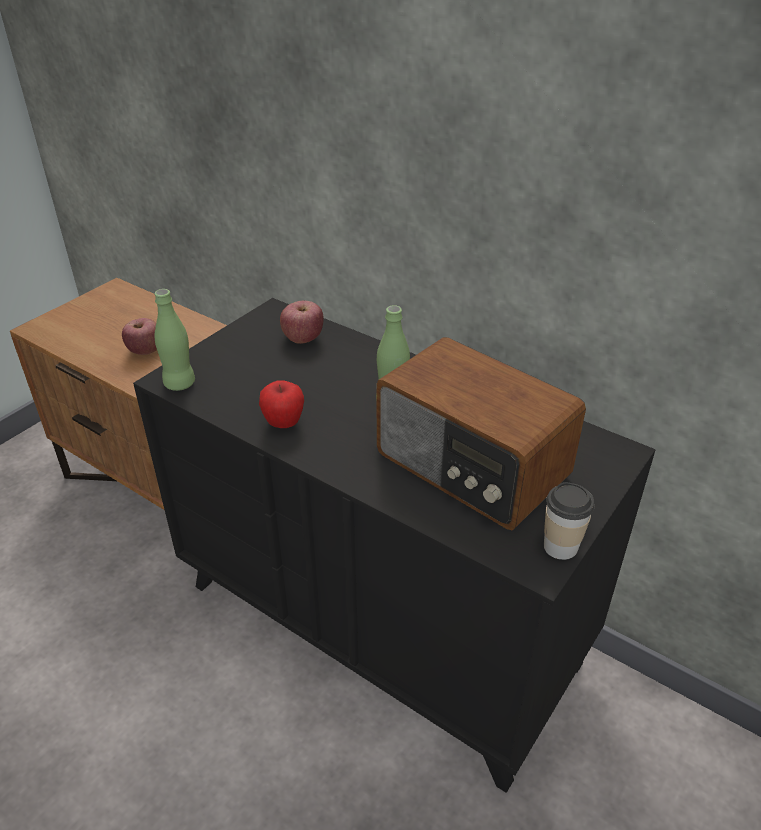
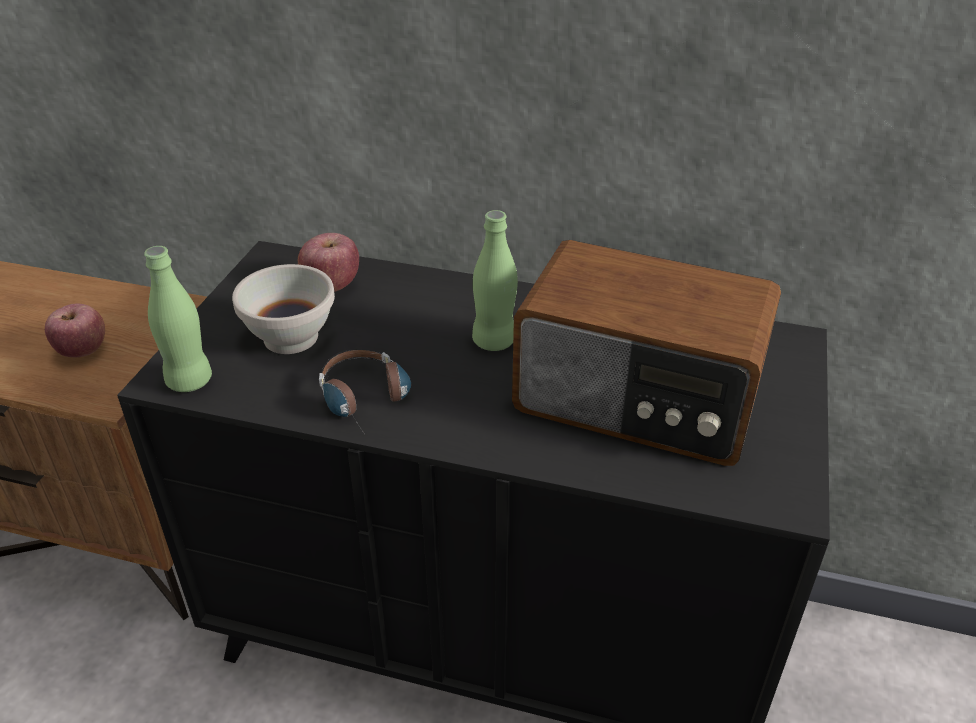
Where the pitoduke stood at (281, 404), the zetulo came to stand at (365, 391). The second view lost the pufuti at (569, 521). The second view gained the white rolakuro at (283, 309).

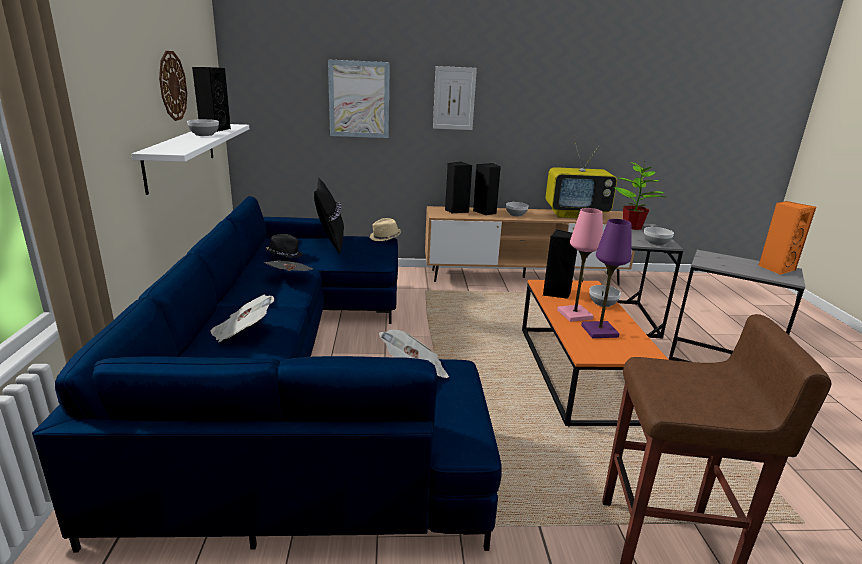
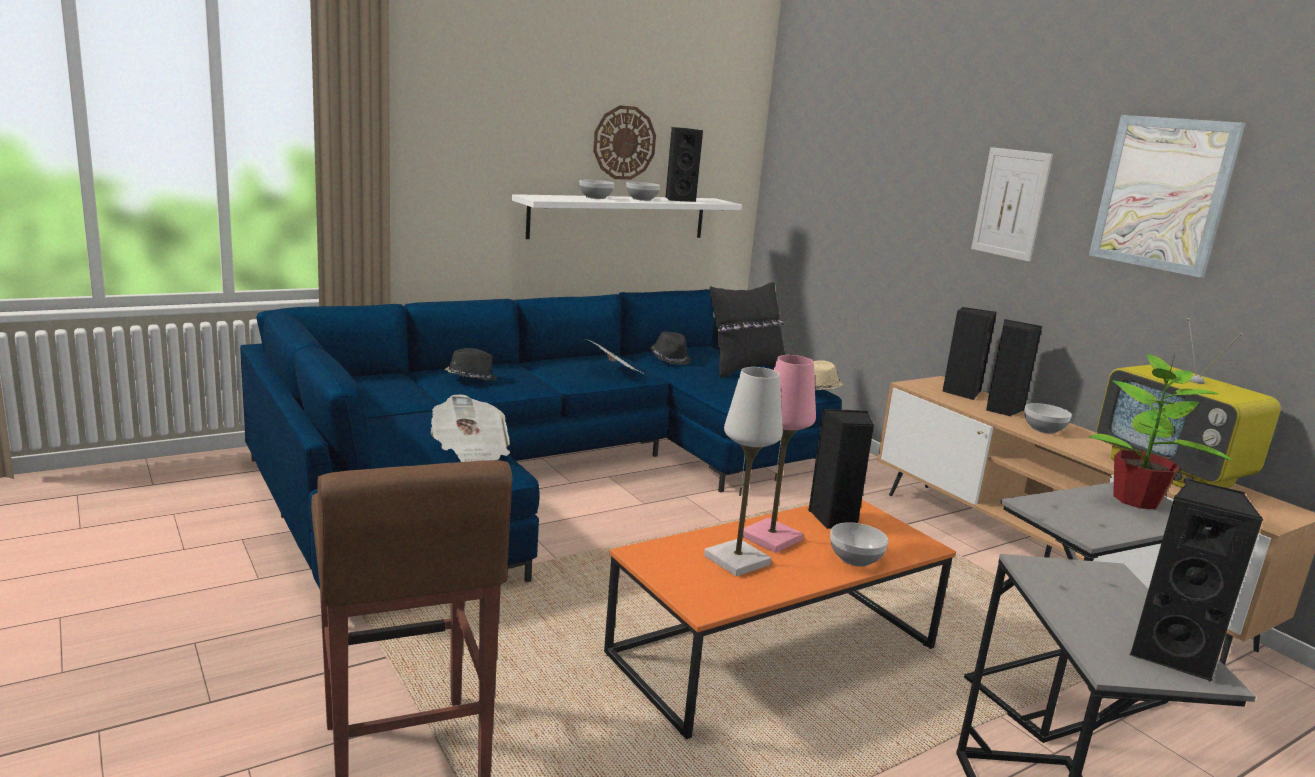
Where the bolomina stood at (242, 318), the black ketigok came to stand at (470, 364). The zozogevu ended up elsewhere, having gone from (359, 98) to (1167, 196). What was the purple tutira at (606, 278) turned into the white tutira at (743, 471). The rolakuro ended up elsewhere, having gone from (659, 236) to (597, 189). What was the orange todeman at (787, 238) turned into the black todeman at (1196, 581).

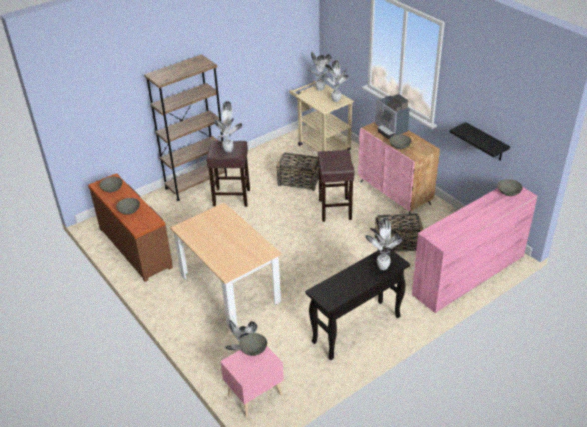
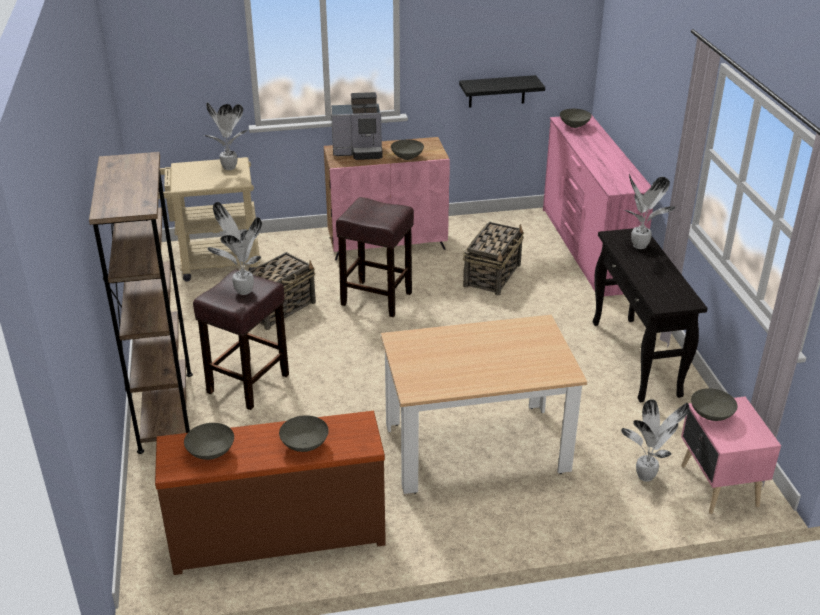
The second view lost the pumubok at (319, 71).

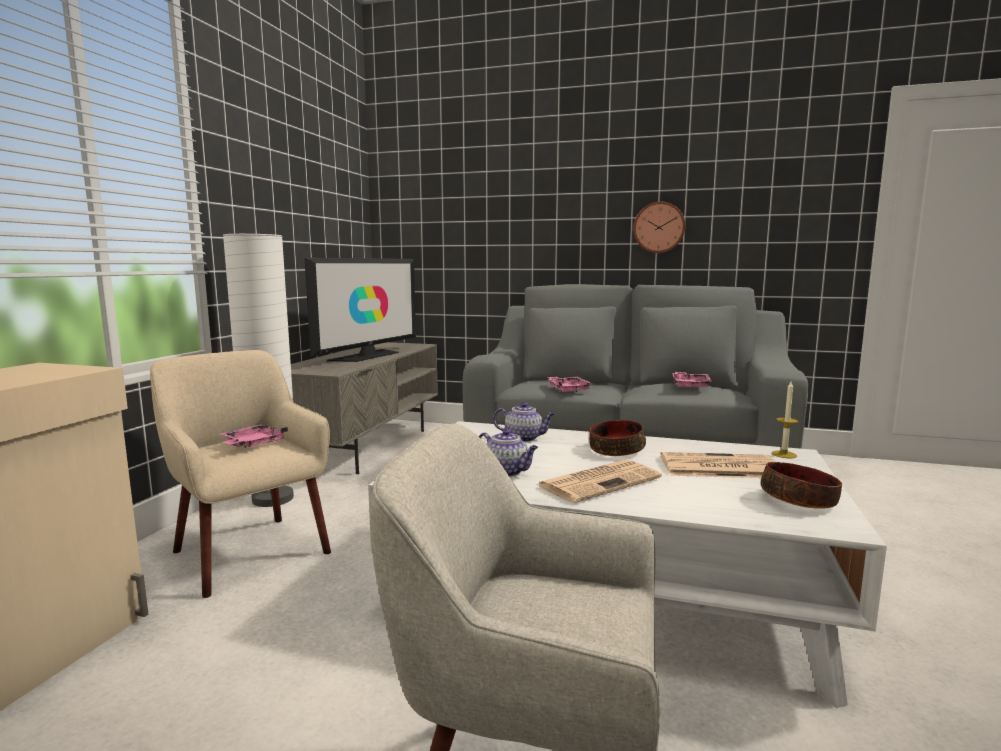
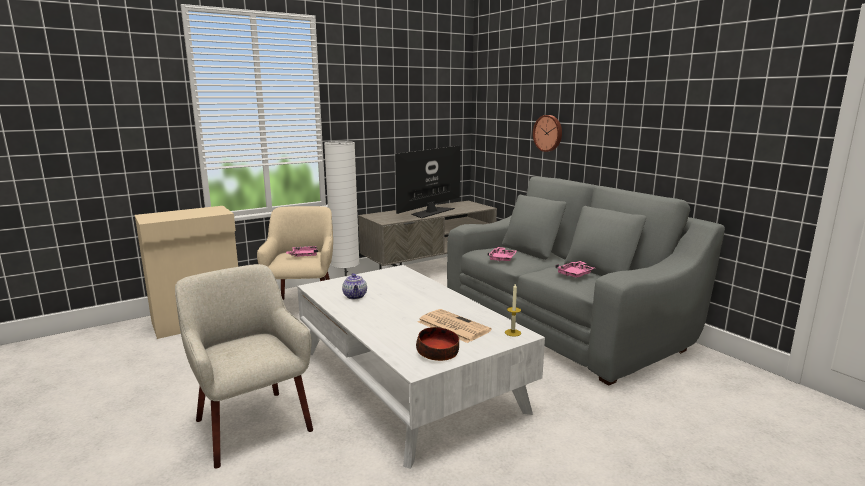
The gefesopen at (360, 310) ended up facing another way, 150 degrees clockwise from before. The second view lost the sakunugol at (524, 422). The second view lost the bolomina at (600, 481). The second view lost the rolakuro at (617, 438). The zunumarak ended up elsewhere, having gone from (659, 227) to (547, 133).

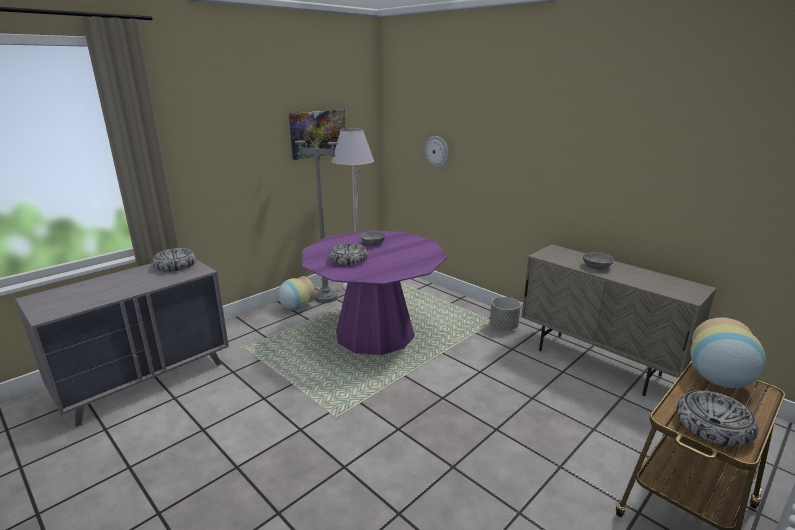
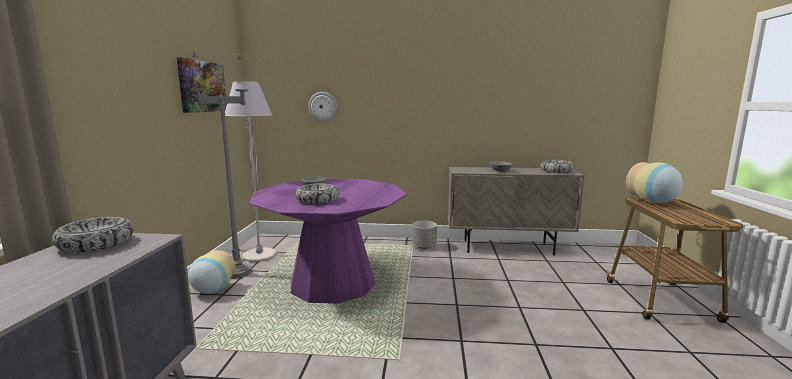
The rolakuro ended up elsewhere, having gone from (717, 418) to (557, 166).

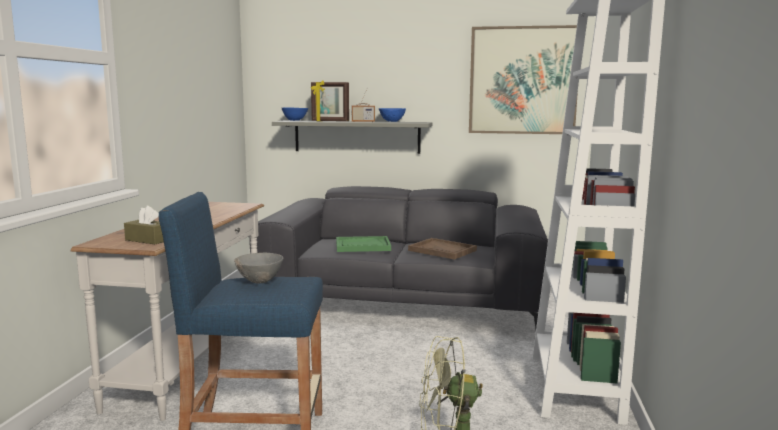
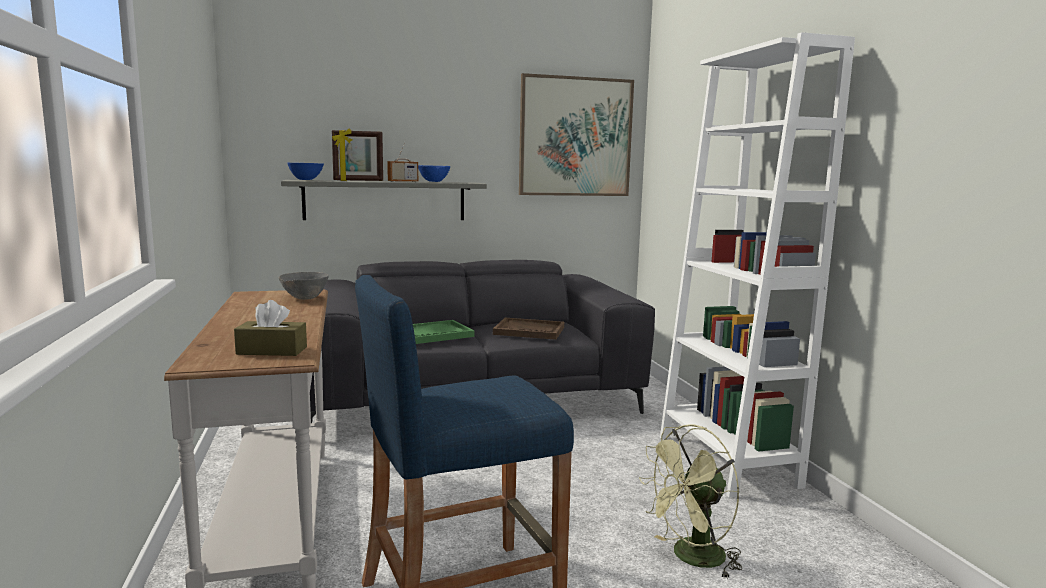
The grey rolakuro ended up elsewhere, having gone from (258, 268) to (303, 286).

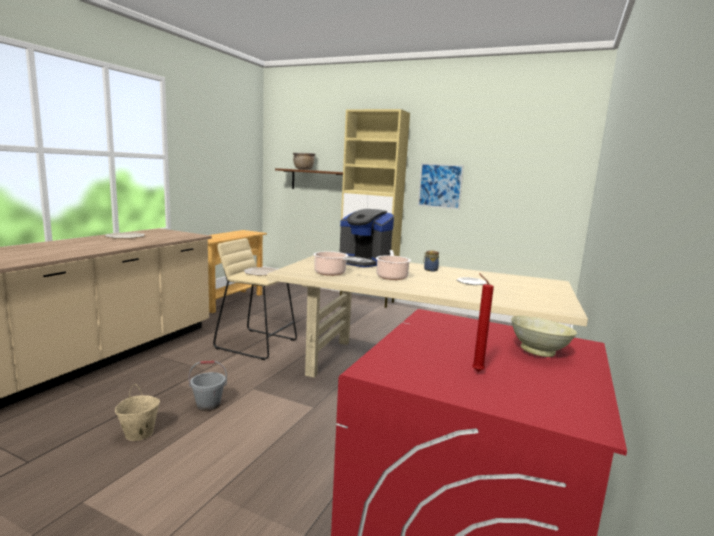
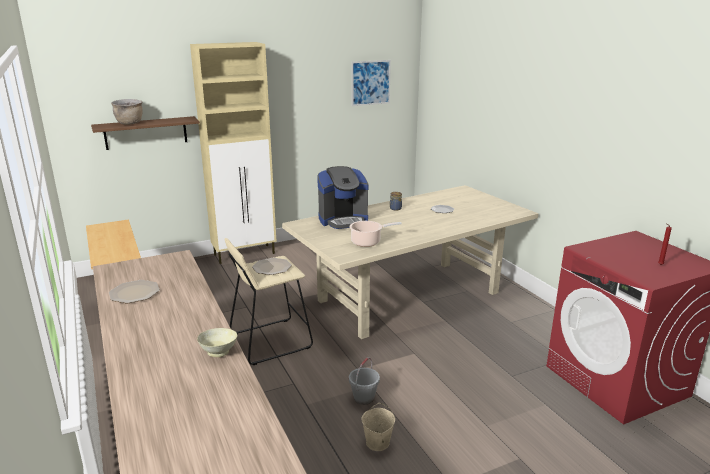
The second view lost the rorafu at (393, 265). The zozogevu ended up elsewhere, having gone from (441, 186) to (371, 83). The beige rolakuro ended up elsewhere, having gone from (544, 336) to (217, 342).

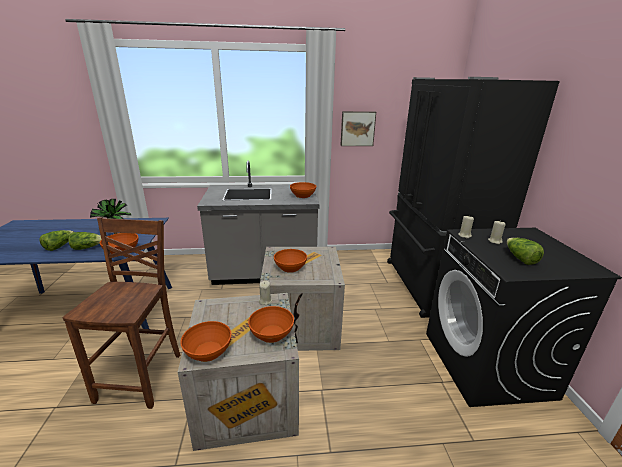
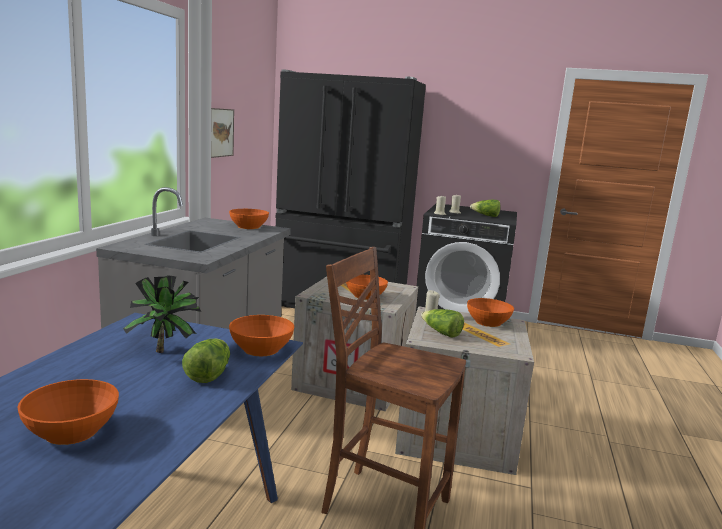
The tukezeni ended up elsewhere, having gone from (56, 240) to (442, 323). The orange rolakuro ended up elsewhere, having gone from (205, 341) to (68, 412).

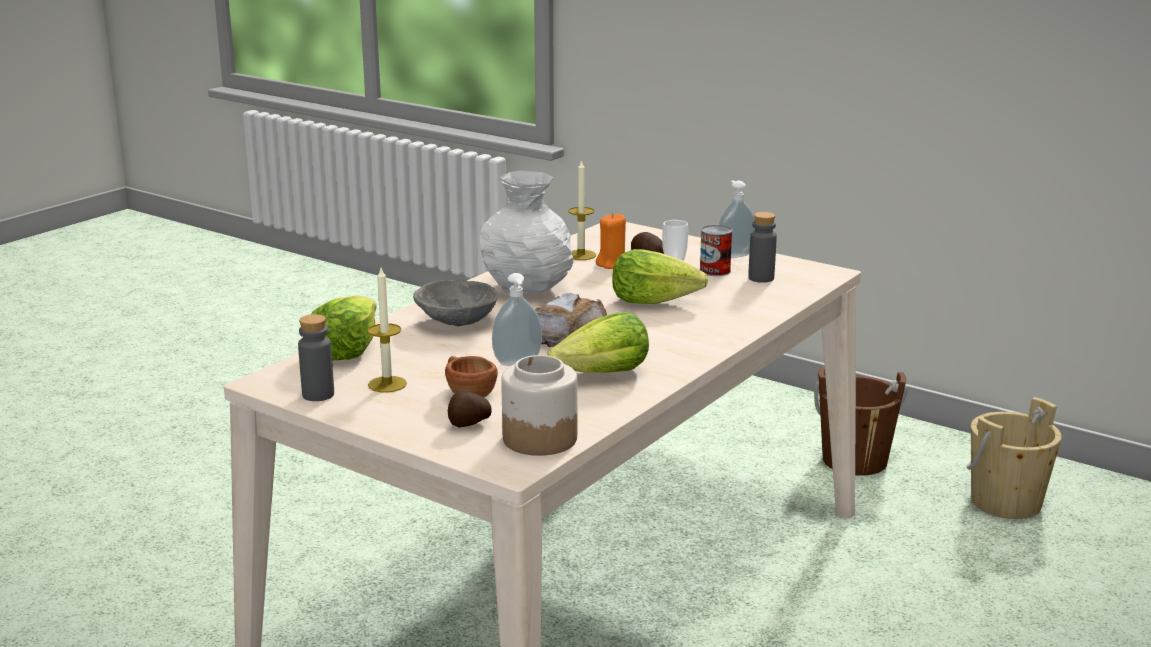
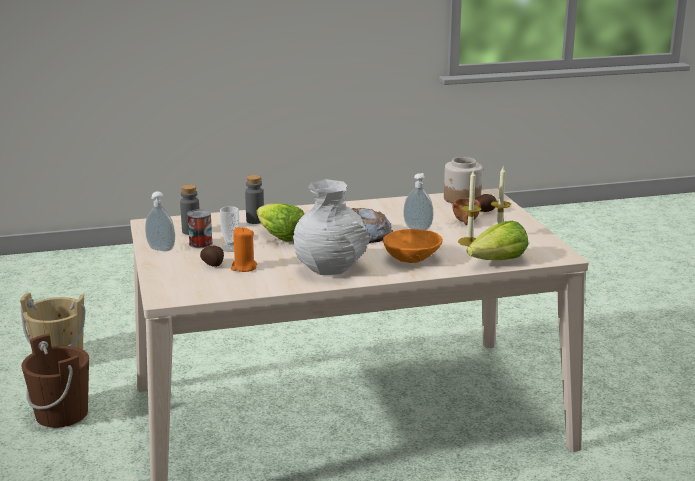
The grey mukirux ended up elsewhere, having gone from (316, 357) to (254, 199). What was the grey rolakuro at (455, 303) turned into the orange rolakuro at (413, 246). The second view lost the tukezeni at (598, 342). The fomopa ended up elsewhere, having gone from (582, 209) to (470, 208).

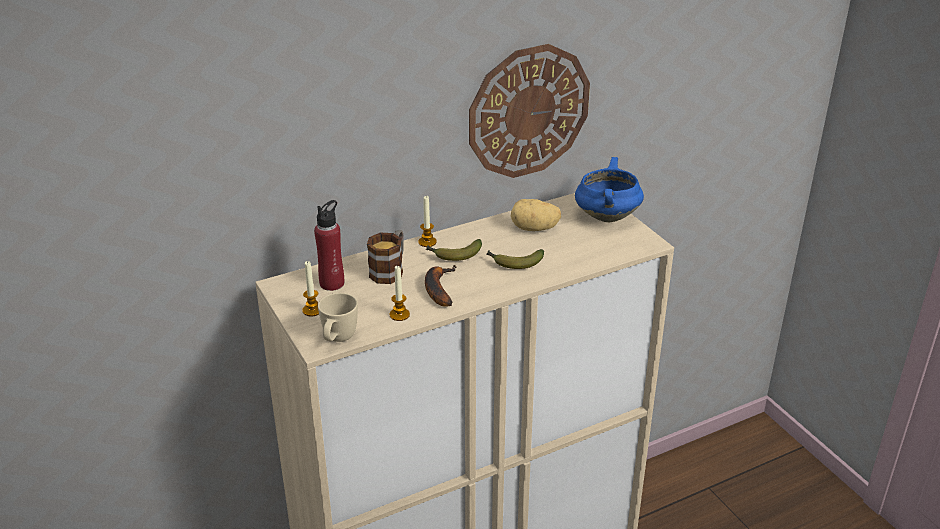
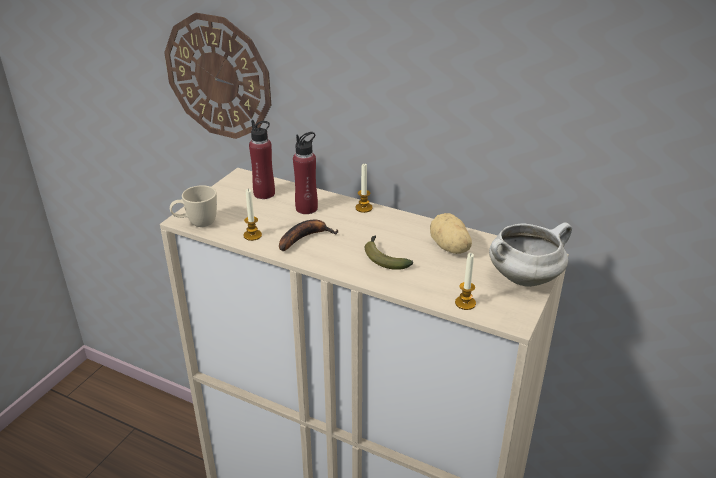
The fomopa ended up elsewhere, having gone from (310, 289) to (465, 281). Where the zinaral stood at (385, 257), the red mukirux came to stand at (305, 173). The second view lost the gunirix at (454, 250). The zunumarak ended up elsewhere, having gone from (529, 111) to (217, 76). What was the blue rorafu at (609, 189) turned into the white rorafu at (530, 254).

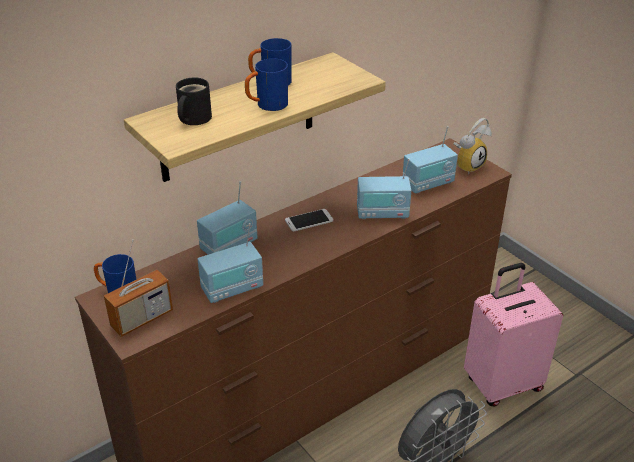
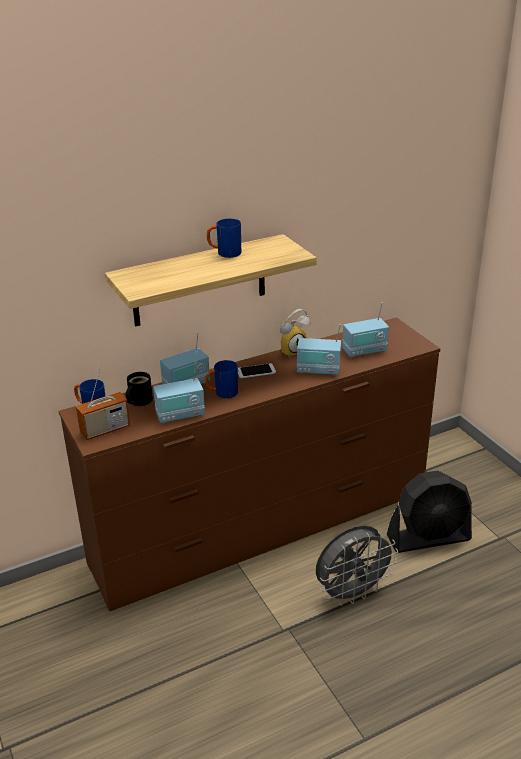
The black zinaral ended up elsewhere, having gone from (194, 101) to (139, 389). The blue zinaral ended up elsewhere, having gone from (266, 85) to (221, 379). The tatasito ended up elsewhere, having gone from (472, 146) to (295, 333). Where the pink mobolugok stood at (513, 335), the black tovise came to stand at (429, 512).

